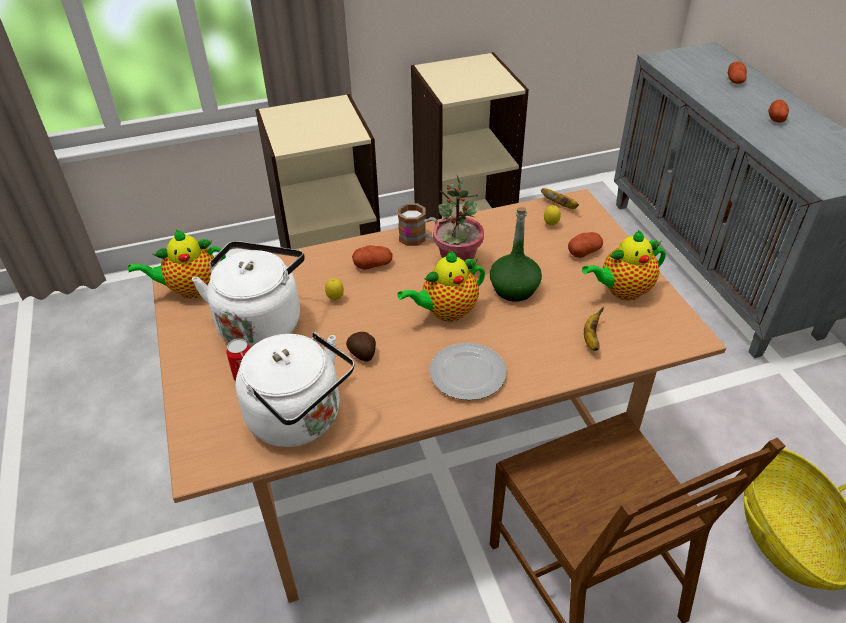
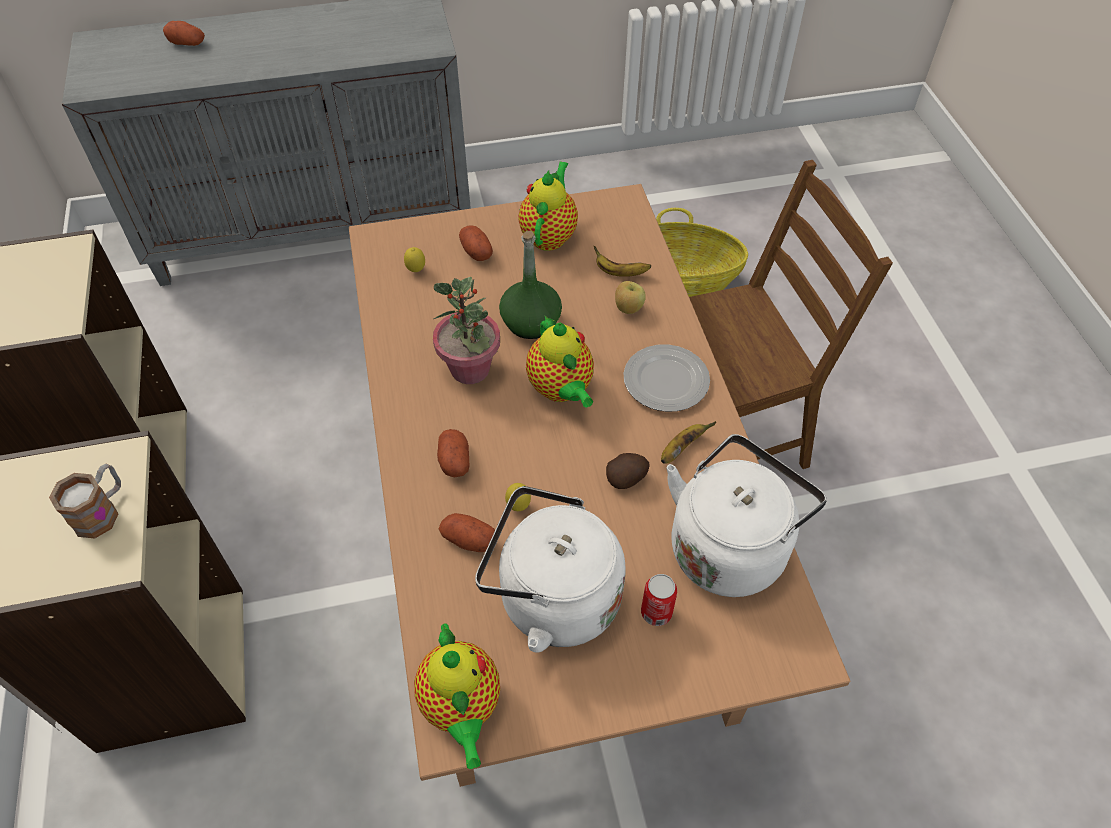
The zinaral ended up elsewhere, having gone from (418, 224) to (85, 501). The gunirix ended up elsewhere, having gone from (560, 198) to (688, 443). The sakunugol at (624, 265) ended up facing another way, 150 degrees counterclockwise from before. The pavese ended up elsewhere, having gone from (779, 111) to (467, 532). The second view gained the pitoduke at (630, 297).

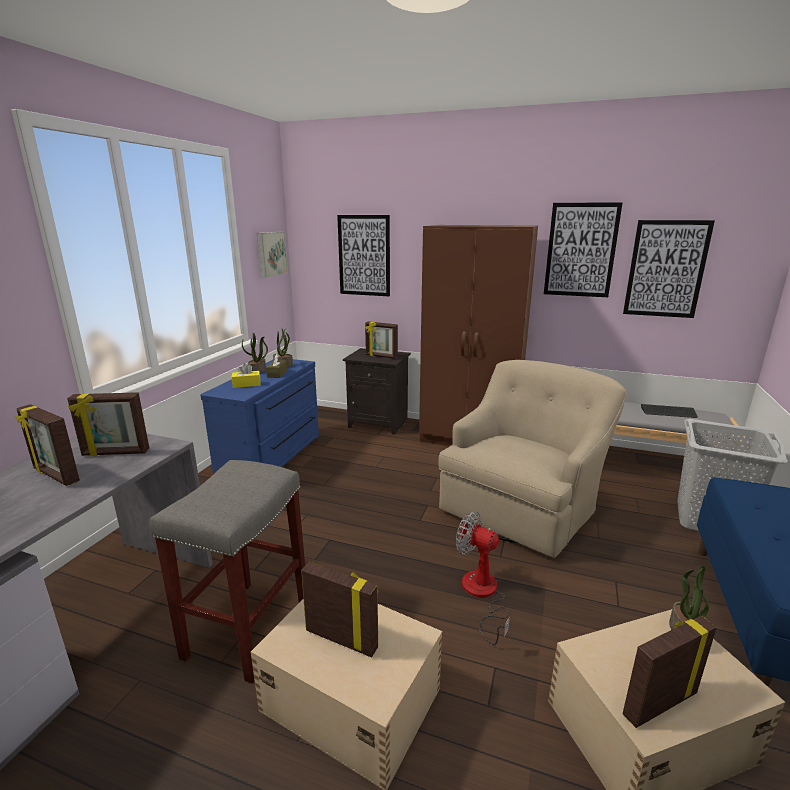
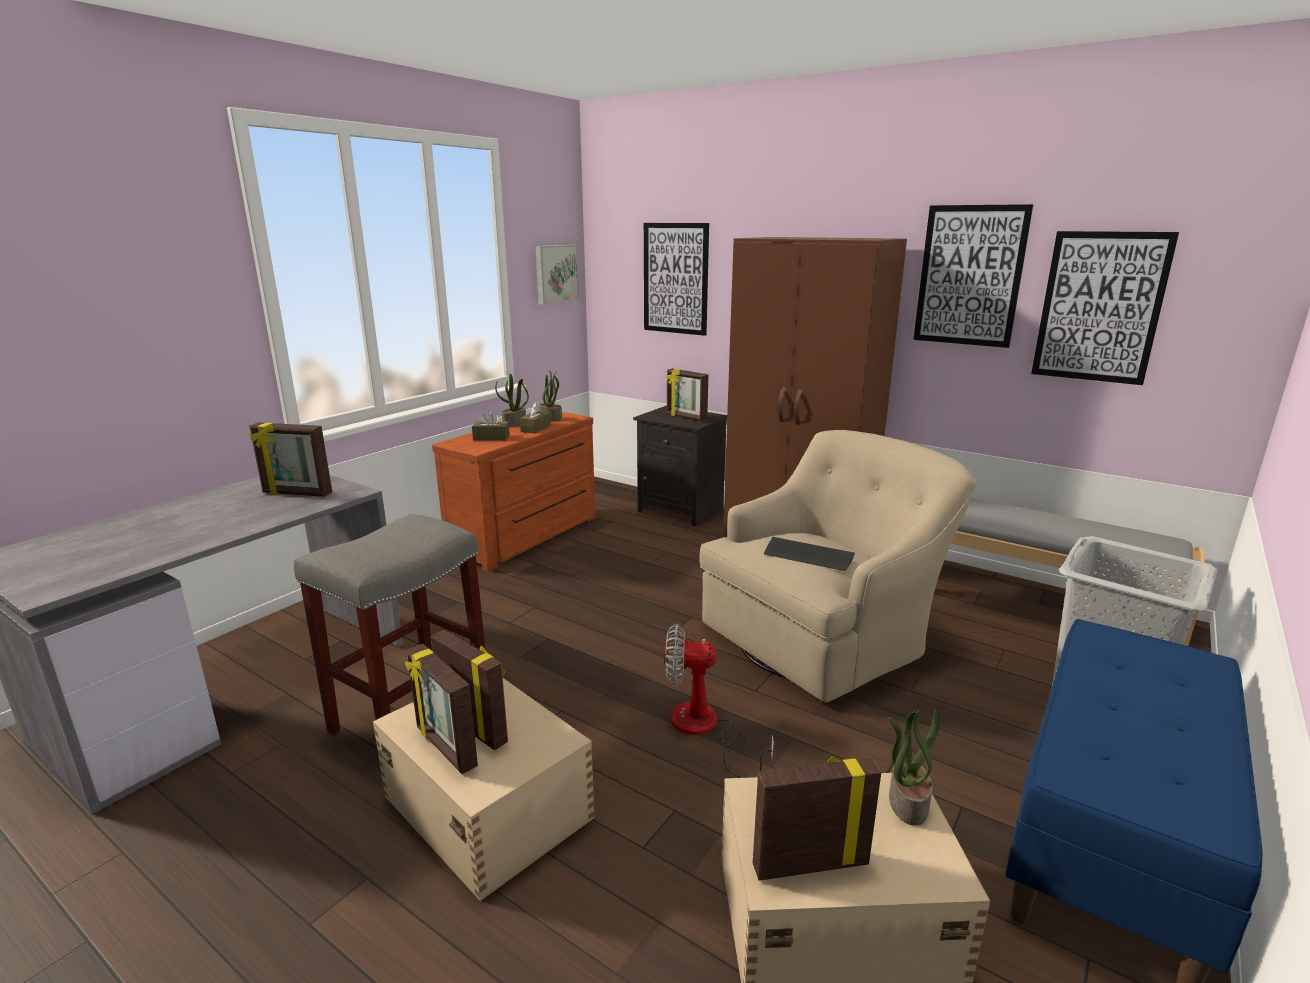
The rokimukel ended up elsewhere, having gone from (48, 445) to (441, 709). What was the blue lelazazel at (259, 416) turned into the brown lelazazel at (513, 492). What was the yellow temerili at (246, 375) turned into the brown temerili at (491, 425). The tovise at (483, 578) ended up facing another way, 45 degrees counterclockwise from before. The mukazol ended up elsewhere, having gone from (669, 411) to (809, 554).

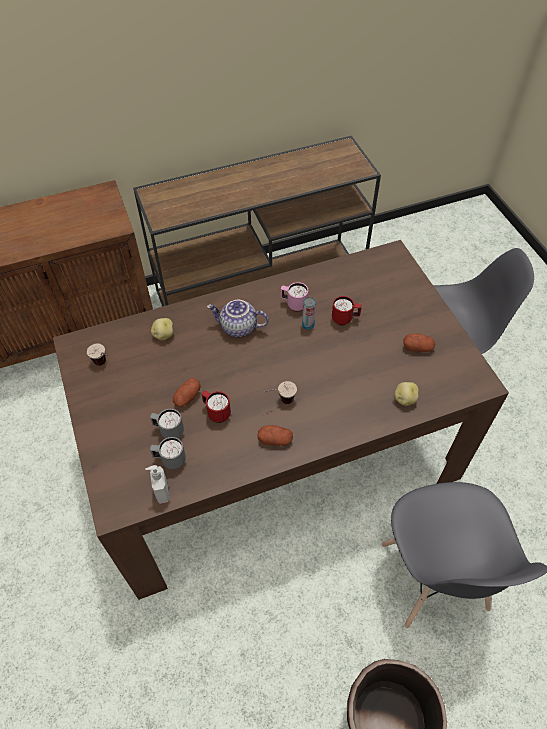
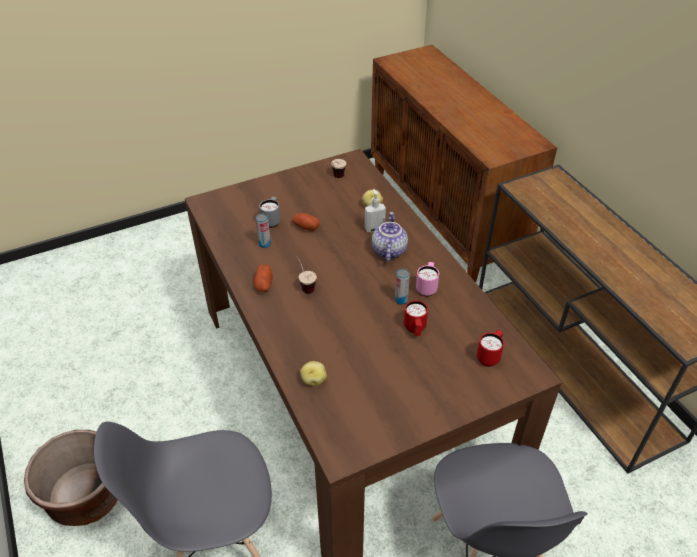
The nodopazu ended up elsewhere, having gone from (157, 484) to (375, 210). The second view lost the grey zinaral at (168, 453). The red zinaral ended up elsewhere, having gone from (216, 407) to (490, 348). The second view lost the pavese at (419, 343). The second view gained the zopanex at (263, 231).

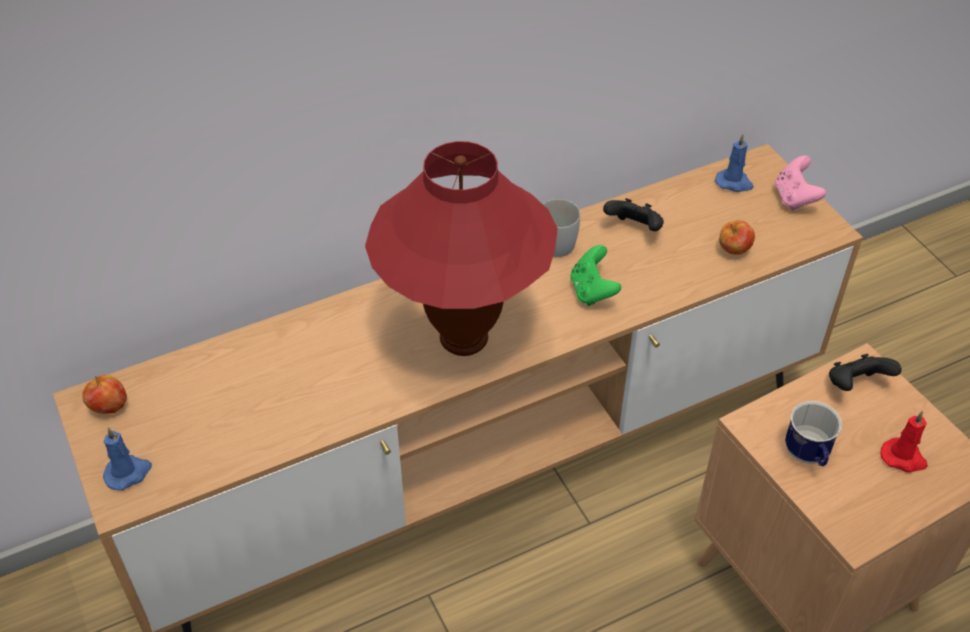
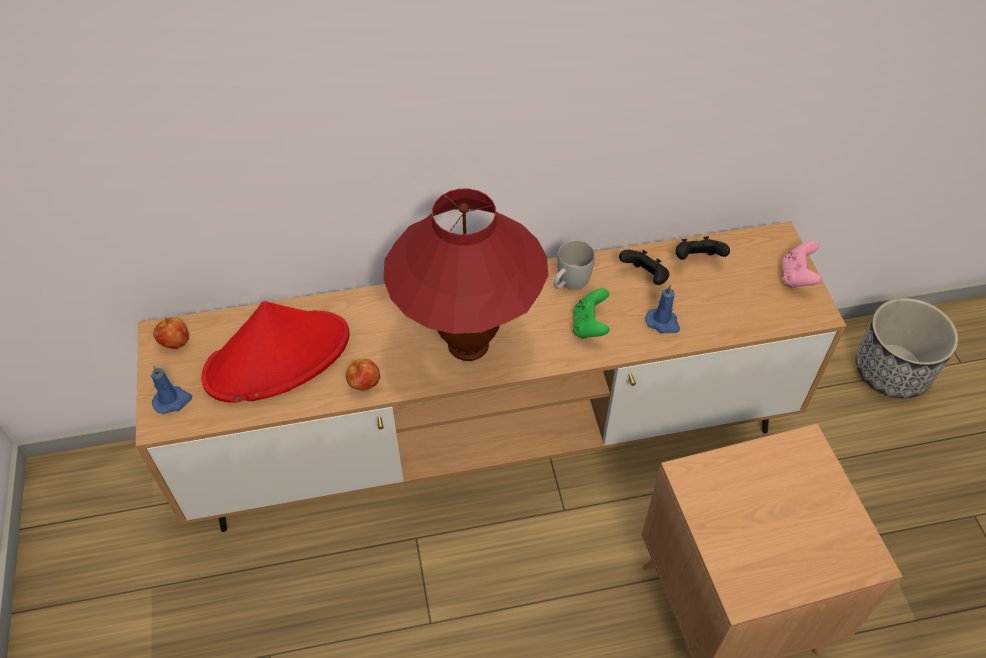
The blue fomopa ended up elsewhere, having gone from (734, 163) to (663, 309). The pitoduke ended up elsewhere, having gone from (737, 237) to (363, 375). The second view lost the zinaral at (813, 433). The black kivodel ended up elsewhere, having gone from (865, 372) to (703, 248). The second view lost the red fomopa at (904, 441). The second view gained the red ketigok at (275, 352). The second view gained the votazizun at (907, 348).

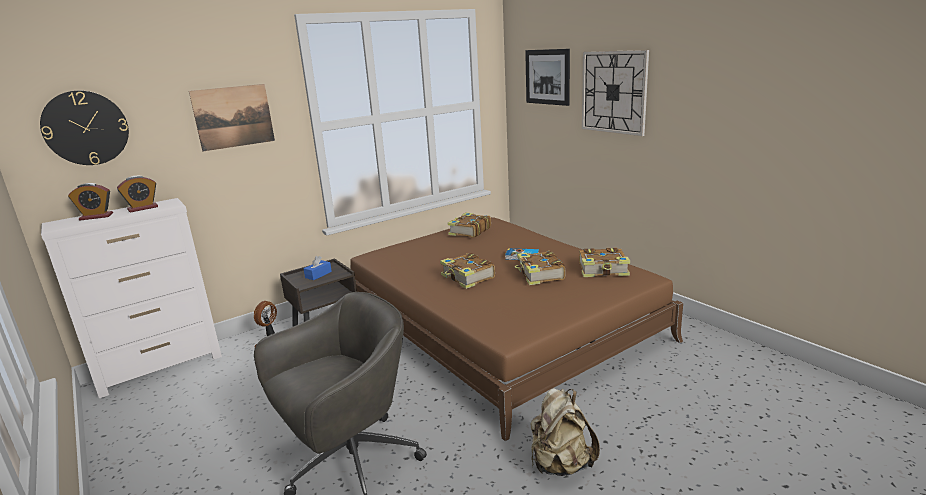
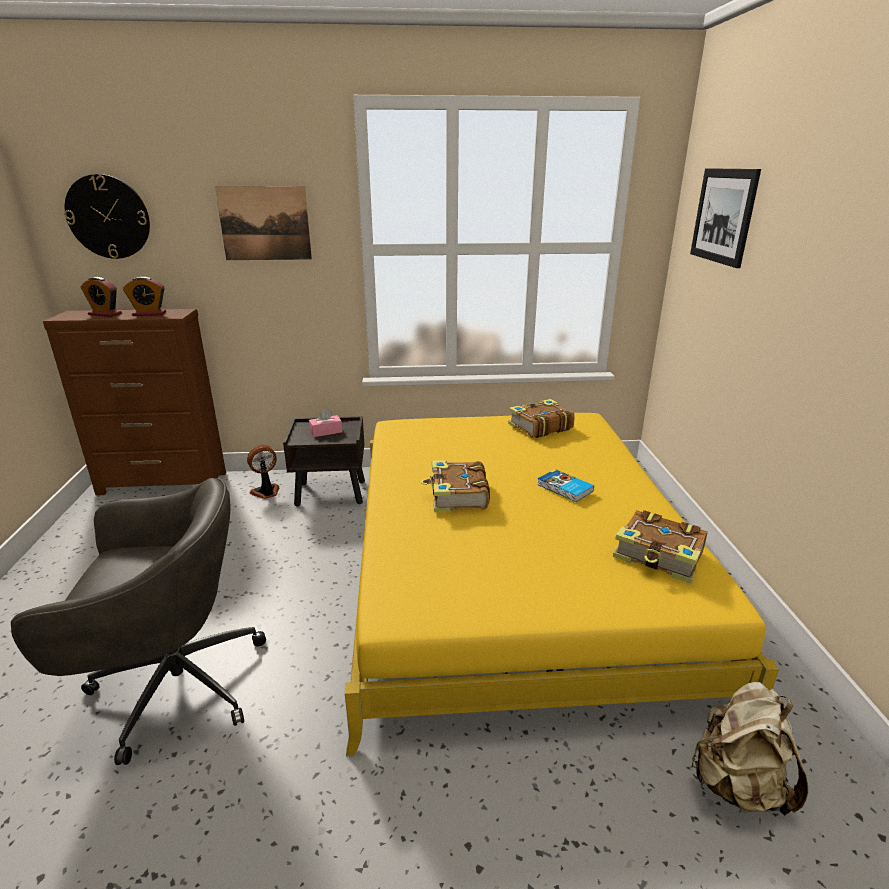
What was the white lelazazel at (131, 298) turned into the brown lelazazel at (134, 402). What was the blue temerili at (317, 268) turned into the pink temerili at (325, 423). What was the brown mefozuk at (516, 329) turned into the yellow mefozuk at (562, 584). The second view lost the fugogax at (540, 268). The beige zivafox ended up elsewhere, having gone from (565, 432) to (749, 749). The second view lost the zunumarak at (615, 93).

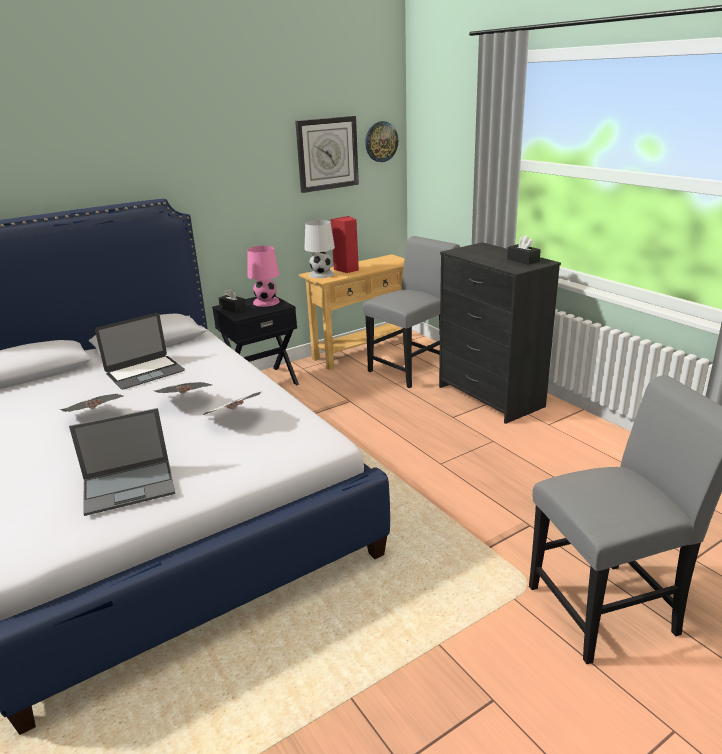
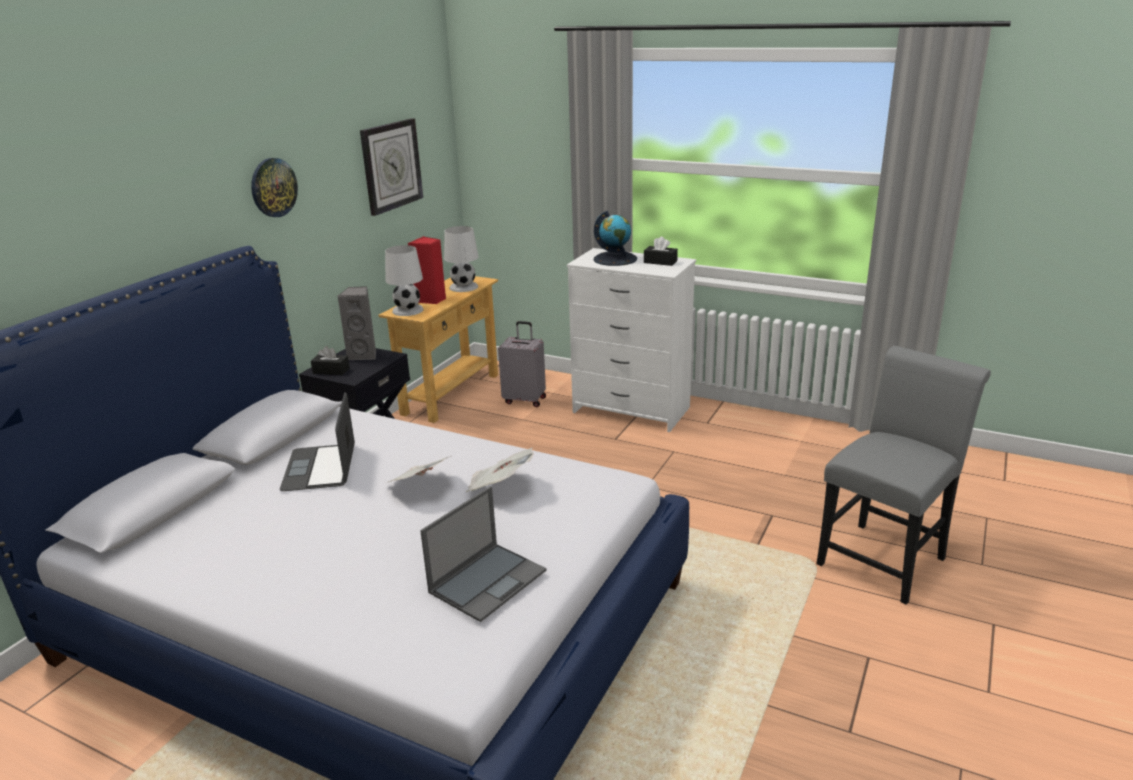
The second view lost the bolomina at (91, 403). The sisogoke at (140, 351) ended up facing another way, 150 degrees clockwise from before. Where the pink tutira stood at (263, 276), the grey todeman came to stand at (356, 323). Where the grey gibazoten stood at (411, 312), the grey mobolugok came to stand at (522, 364). The zunumarak ended up elsewhere, having gone from (381, 141) to (274, 187). What was the black lelazazel at (500, 333) turned into the white lelazazel at (631, 340). The second view gained the white tutira at (461, 259). The second view gained the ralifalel at (615, 238).

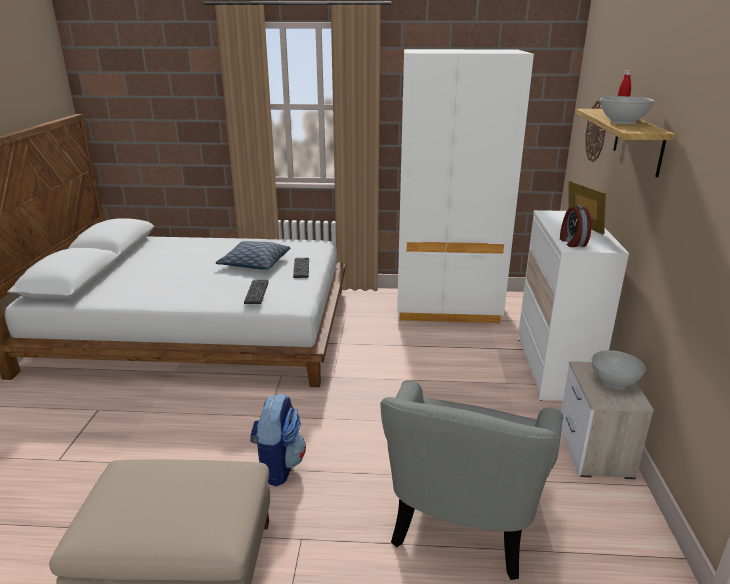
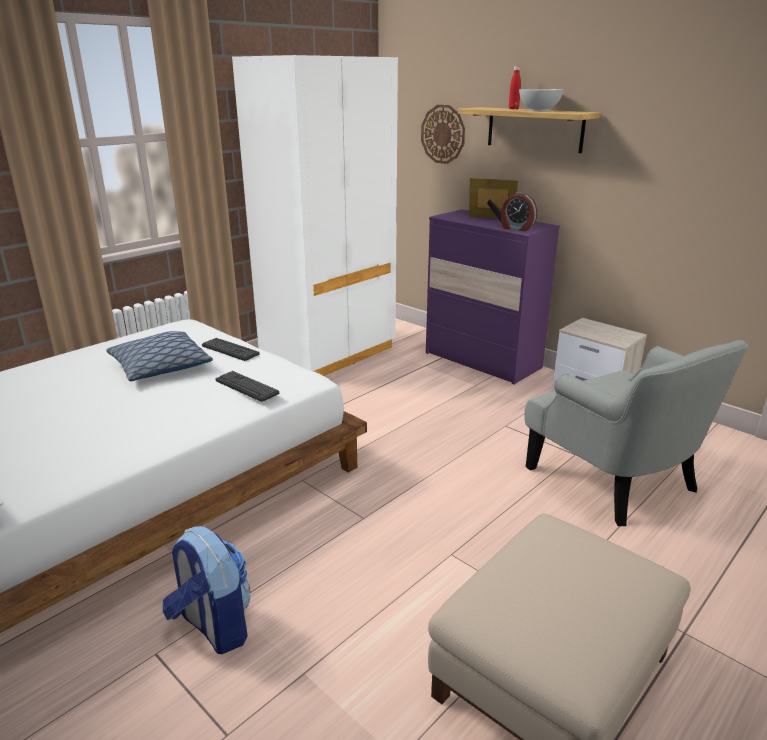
The zivafox ended up elsewhere, having gone from (278, 439) to (207, 590). What was the white lelazazel at (573, 305) turned into the purple lelazazel at (493, 297). The second view lost the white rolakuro at (619, 369).

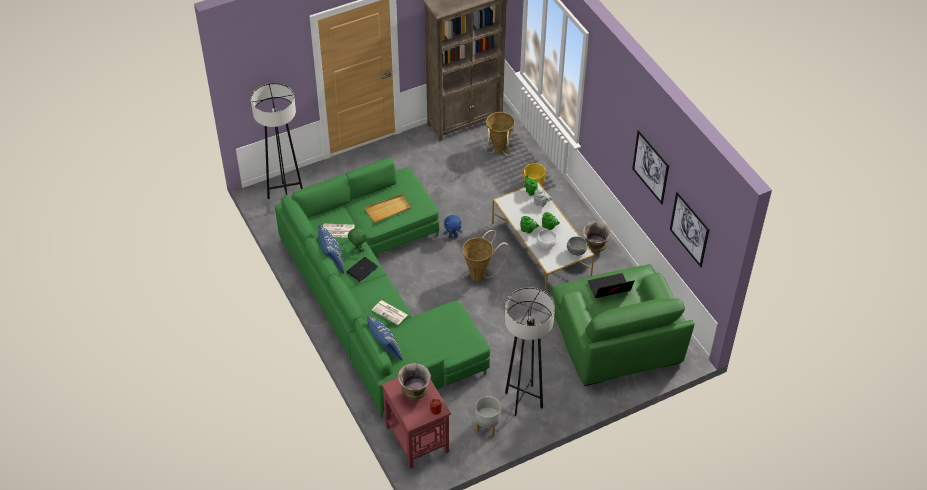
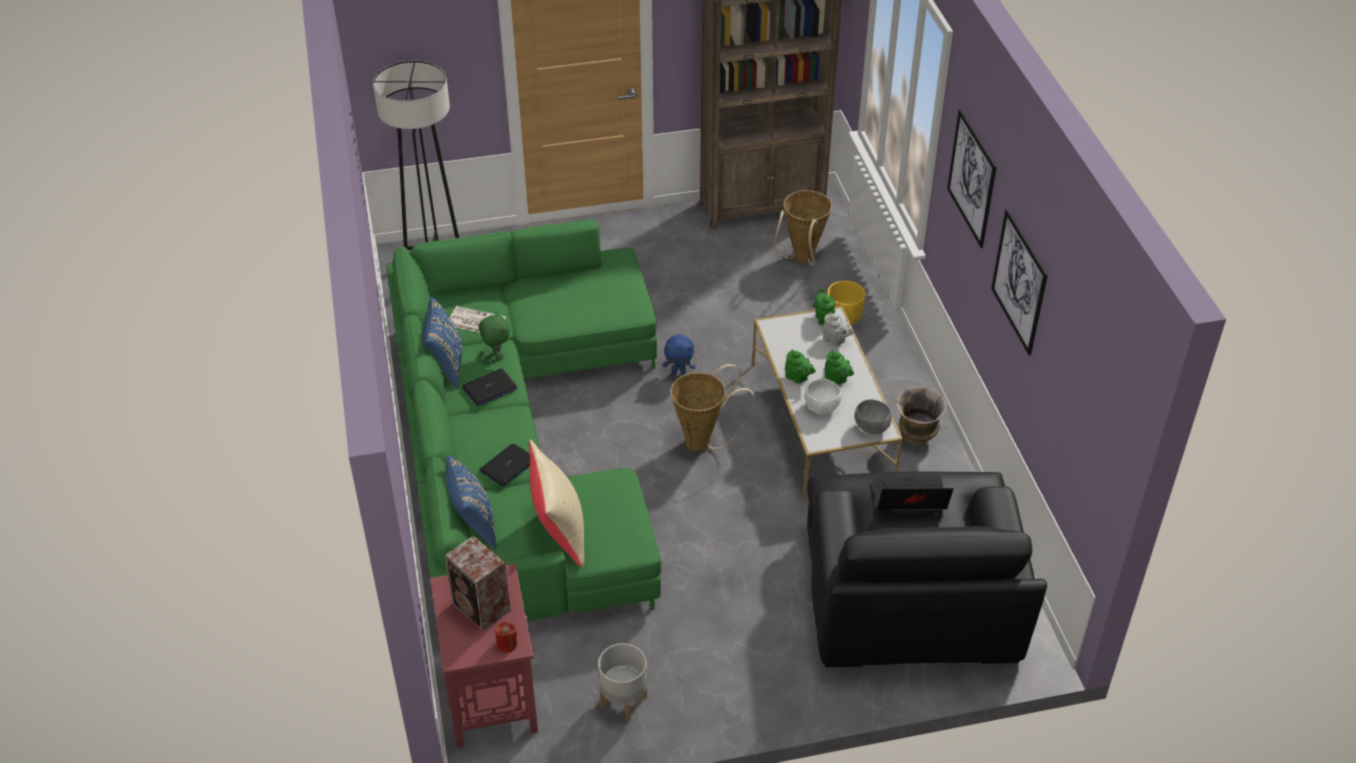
The second view lost the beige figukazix at (388, 208). Where the bolomina stood at (390, 313), the sisogoke came to stand at (504, 465). Where the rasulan stood at (414, 381), the todeman came to stand at (478, 583). The second view lost the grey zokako at (530, 351). What was the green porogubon at (623, 325) turned into the black porogubon at (927, 569). The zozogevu ended up elsewhere, having gone from (690, 229) to (972, 178). The second view gained the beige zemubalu at (556, 503).

